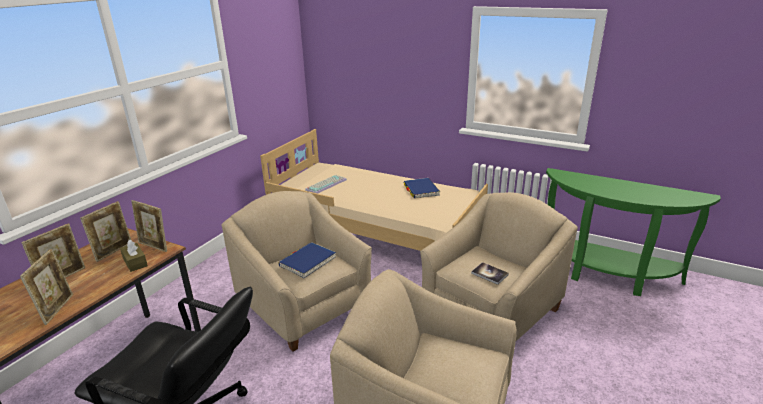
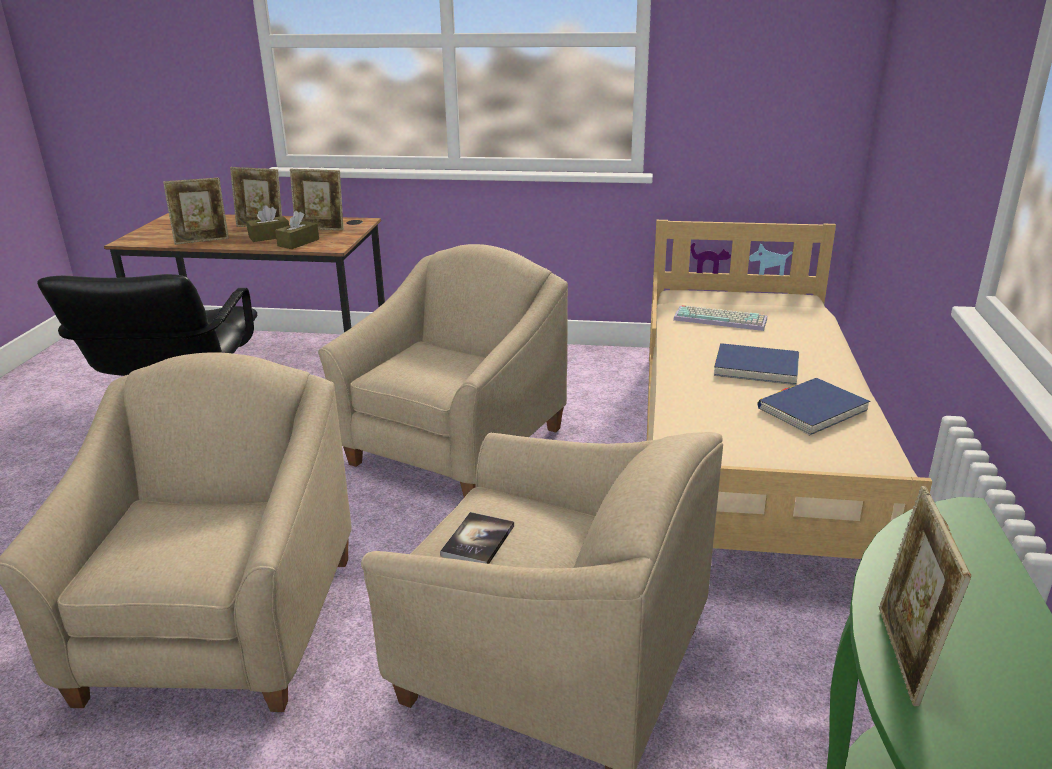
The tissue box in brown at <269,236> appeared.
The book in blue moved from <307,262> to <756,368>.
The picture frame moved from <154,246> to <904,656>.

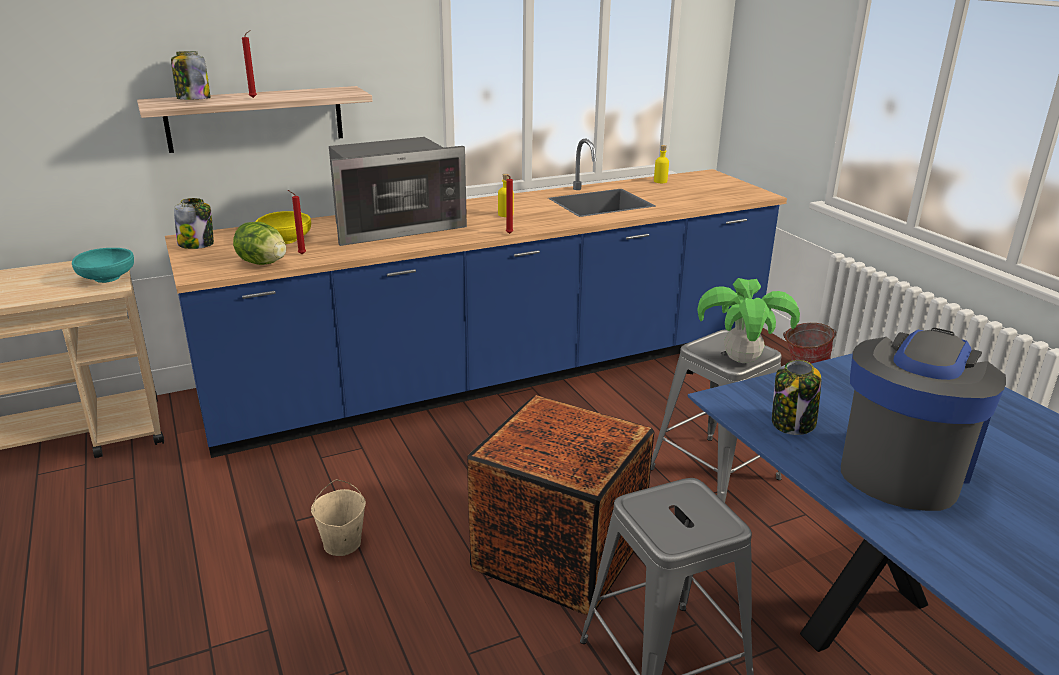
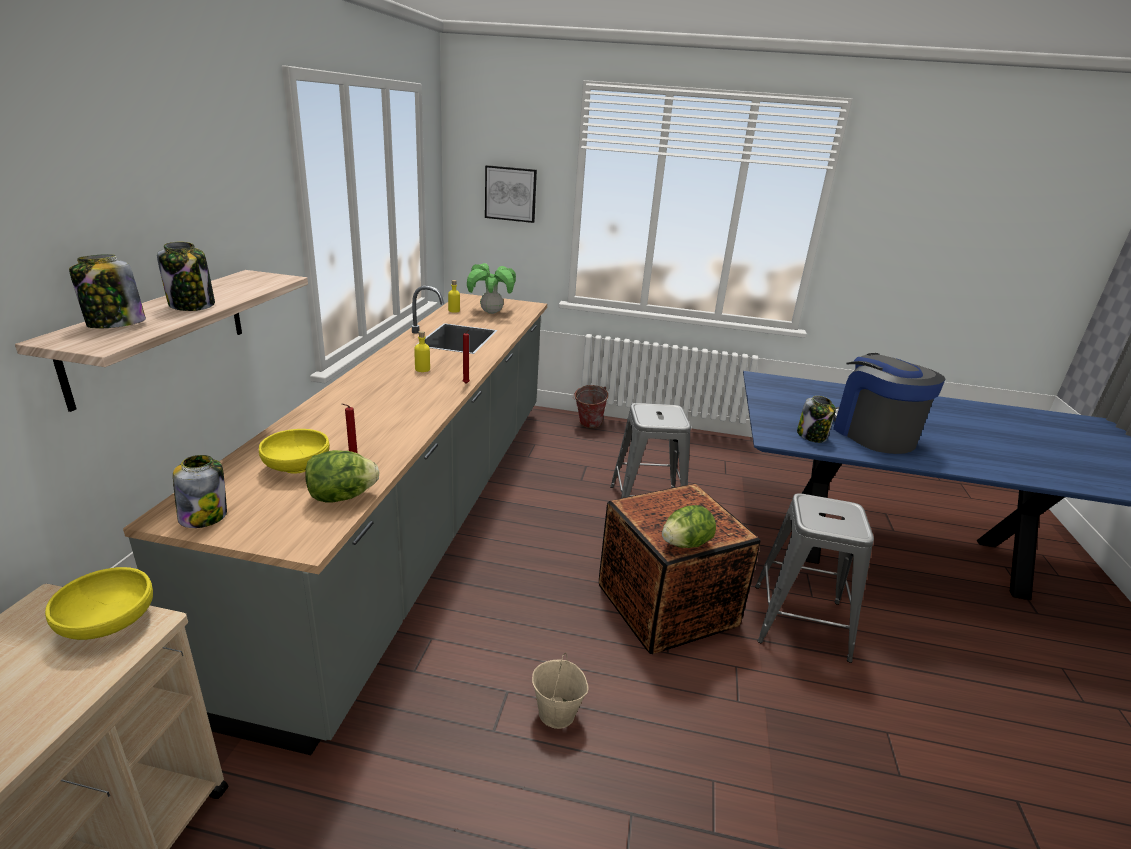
The bowl in turquoise at <107,278> became the bowl in yellow at <108,622>.
The counter in blue at <501,373> became the counter in grey at <424,515>.
The candle in red at <254,98> was replaced by the jar at <192,305>.
The potted plant moved from <742,360> to <491,312>.
The picture at <510,194> appeared.
The lettuce at <685,544> appeared.
The microwave at <394,226> disappeared.

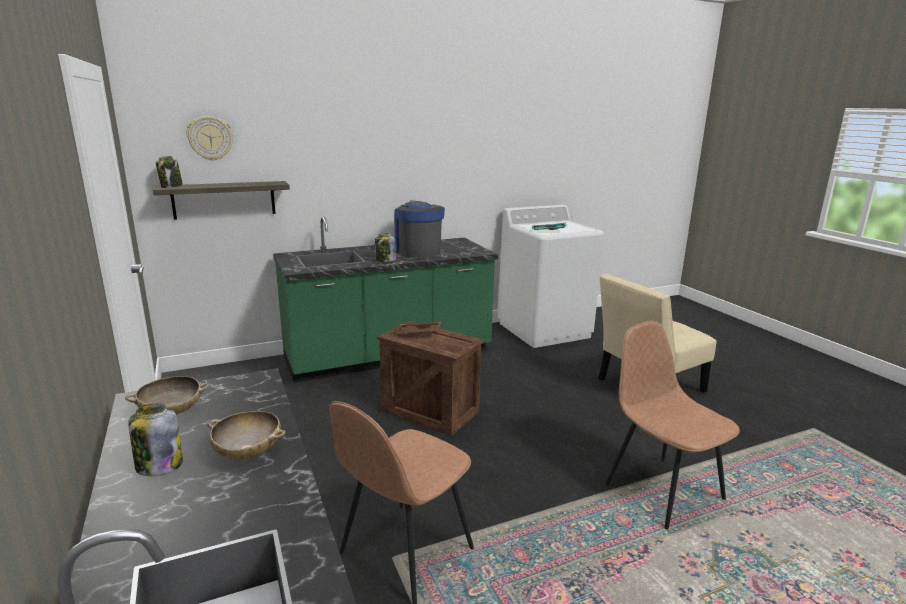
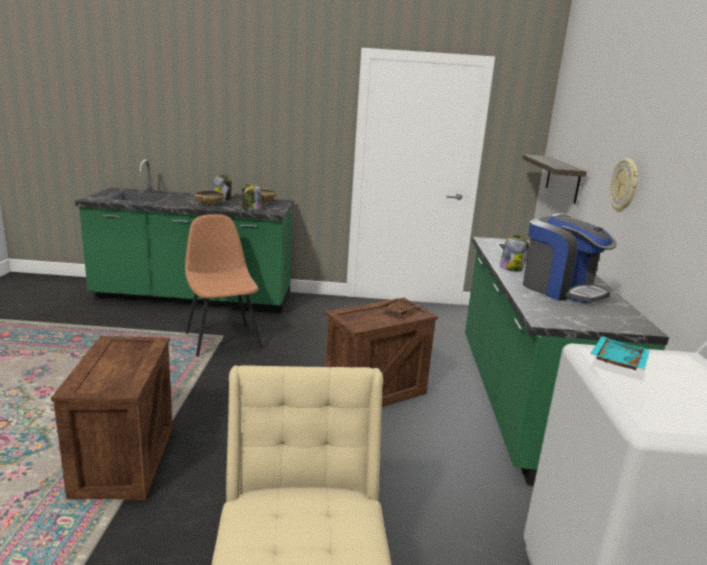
The chair in brown at <661,490> was replaced by the crate at <126,461>.
The jar moved from <171,186> to <251,209>.
The coffee machine at <418,251> turned 45 degrees clockwise.
The wall clock moved from <210,138> to <625,185>.

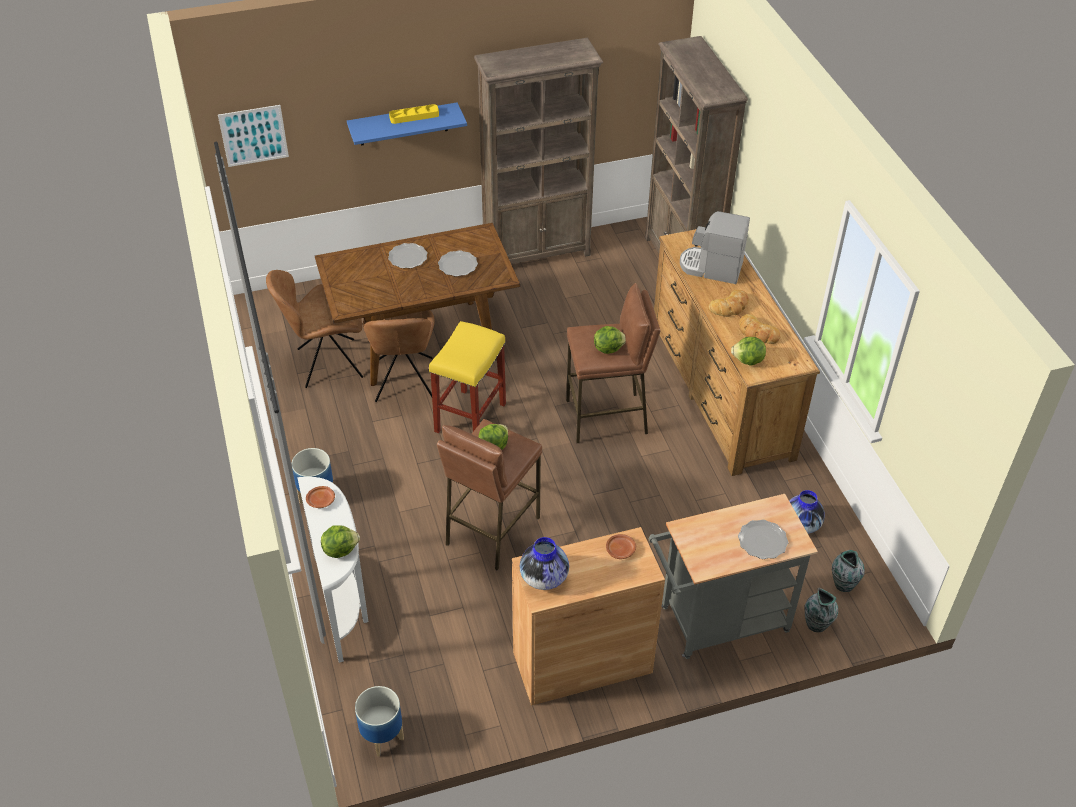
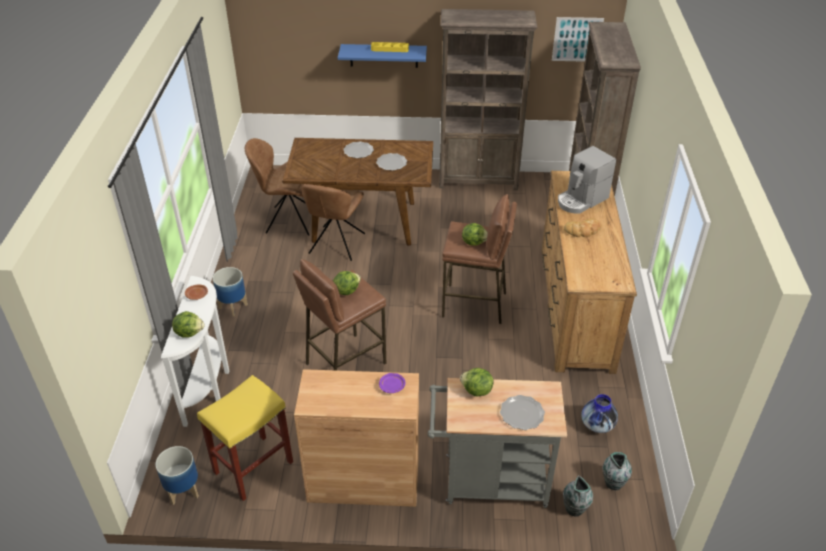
The stool in yellow moved from <470,418> to <253,468>.
The plate in brown at <620,549> became the plate in purple at <392,386>.
The lettuce moved from <748,361> to <476,391>.
The picture moved from <253,135> to <577,39>.
The coffee machine at <711,267> turned 75 degrees counterclockwise.
The vase at <544,577> disappeared.
The bread at <757,333> disappeared.

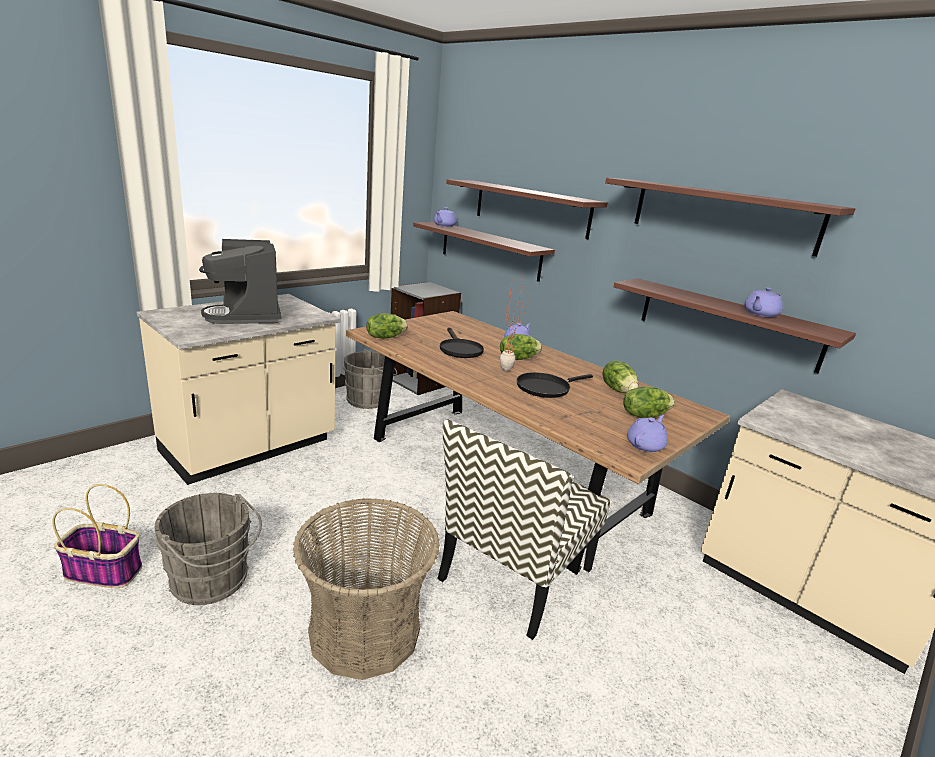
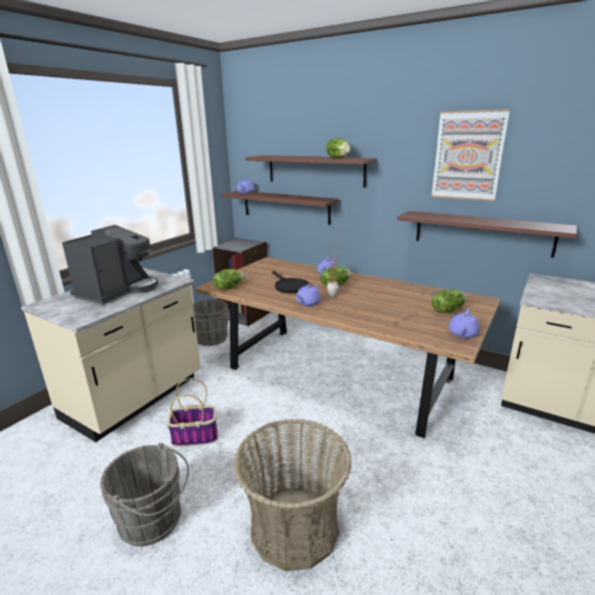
The coffee machine at <248,314> turned 120 degrees counterclockwise.
The basket moved from <105,571> to <196,436>.
The teapot in purple moved from <760,314> to <307,303>.
The lettuce moved from <618,390> to <338,158>.
The shelf at <722,215> was replaced by the picture at <468,156>.
The chair at <515,576> disappeared.
The frying pan in black at <546,388> disappeared.

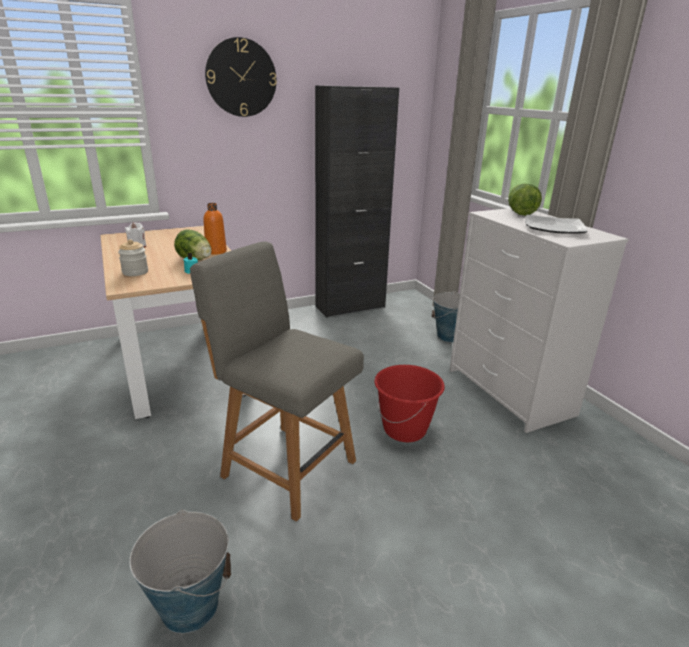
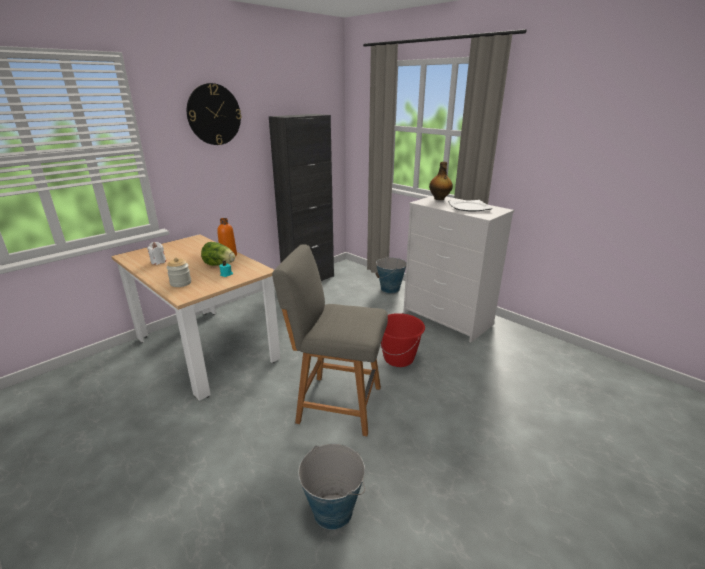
The lettuce at <520,212> was replaced by the bottle at <439,199>.

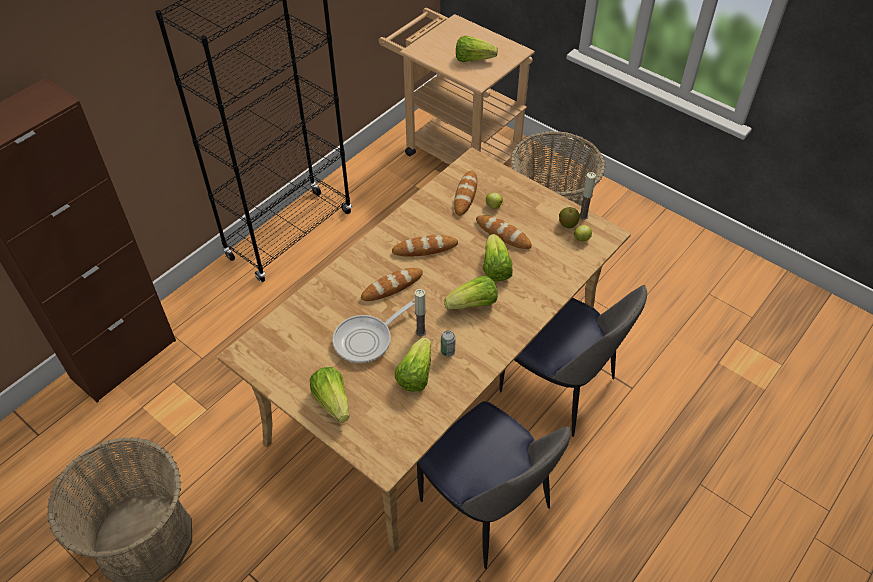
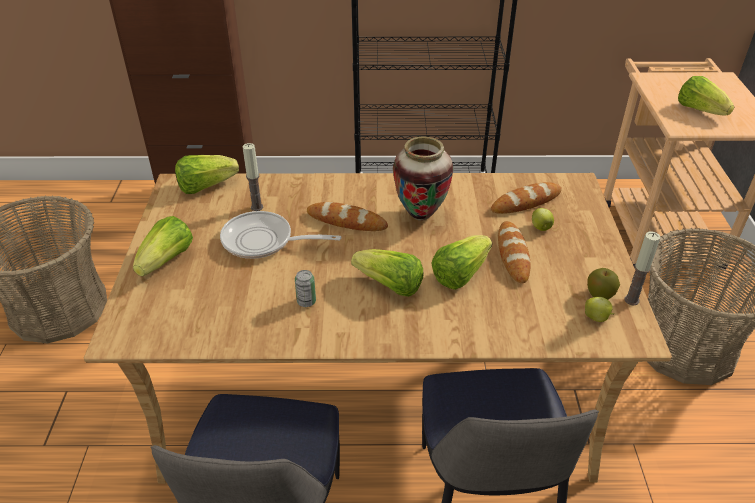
The lettuce moved from <415,374> to <206,186>.
The candle moved from <420,332> to <257,207>.
The bread at <425,248> was replaced by the vase at <420,215>.

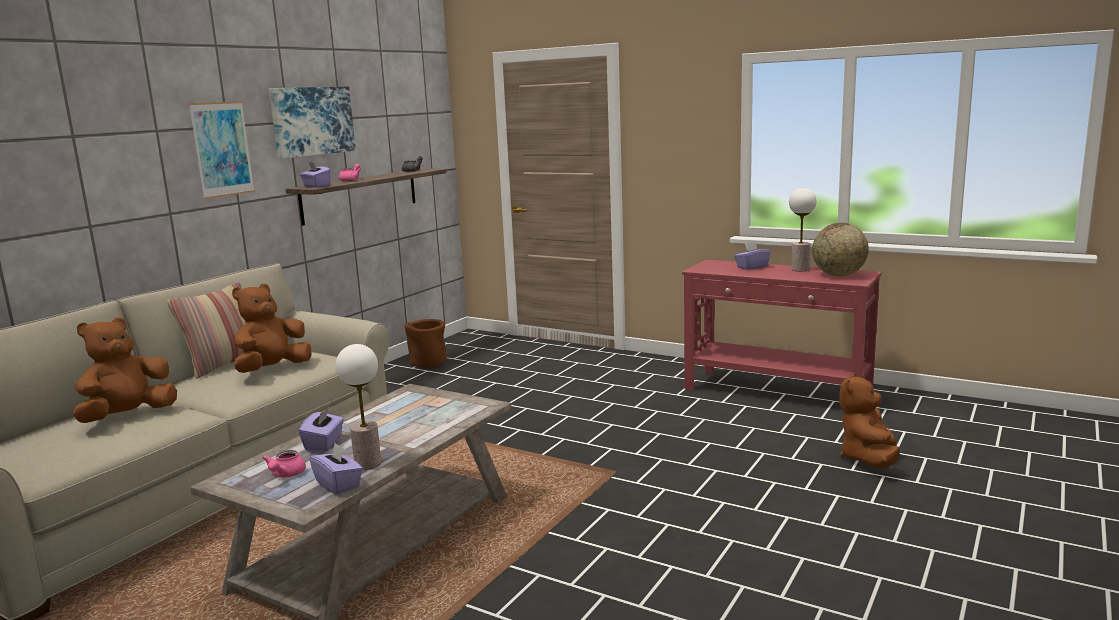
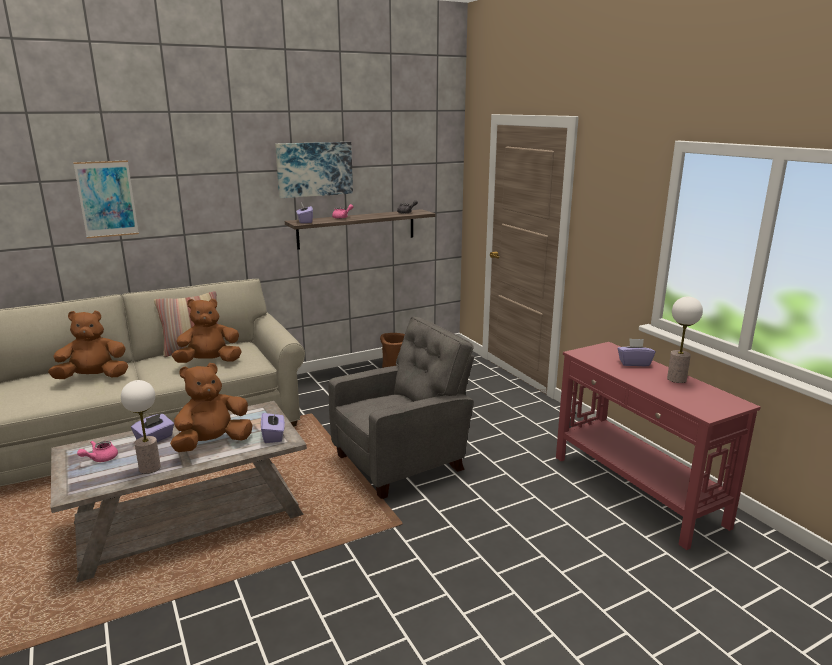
The picture moved from <222,149> to <107,199>.
The plush toy in brown moved from <868,459> to <213,444>.
The tissue box in purple moved from <338,484> to <274,436>.
The armchair in grey at <402,462> appeared.
The globe at <839,275> disappeared.

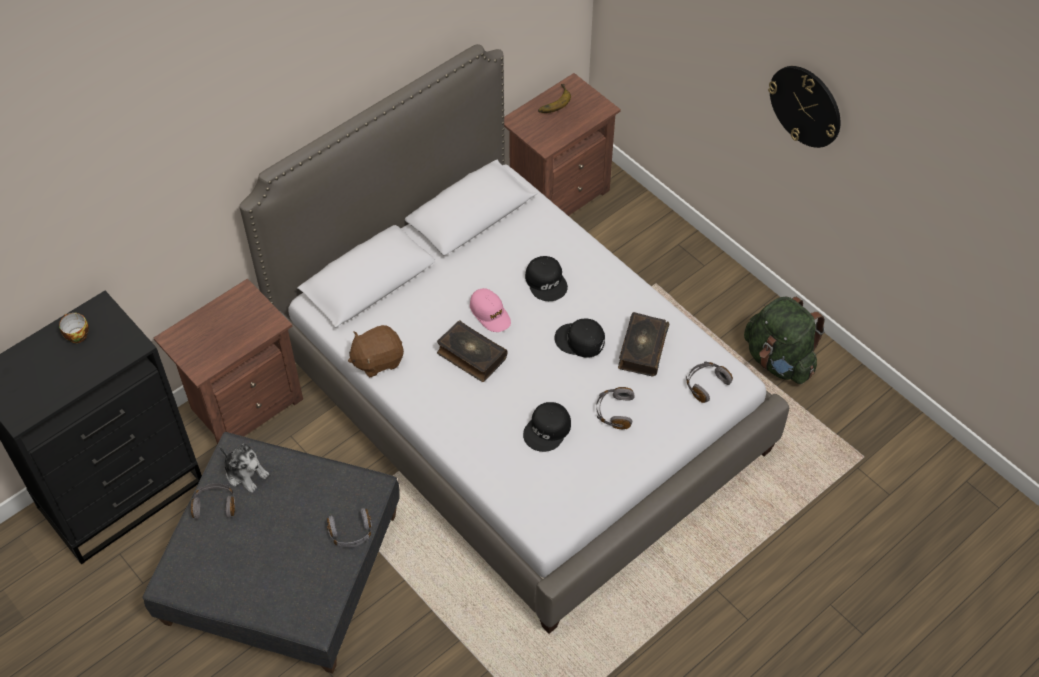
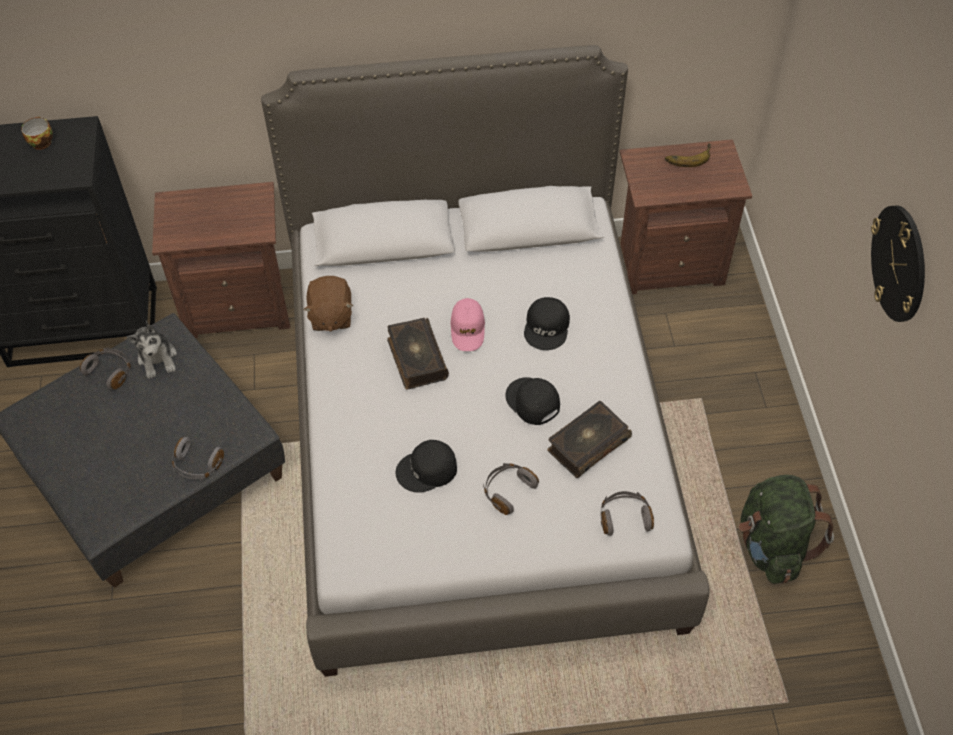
The plush toy in brown at <377,360> turned 105 degrees counterclockwise.

